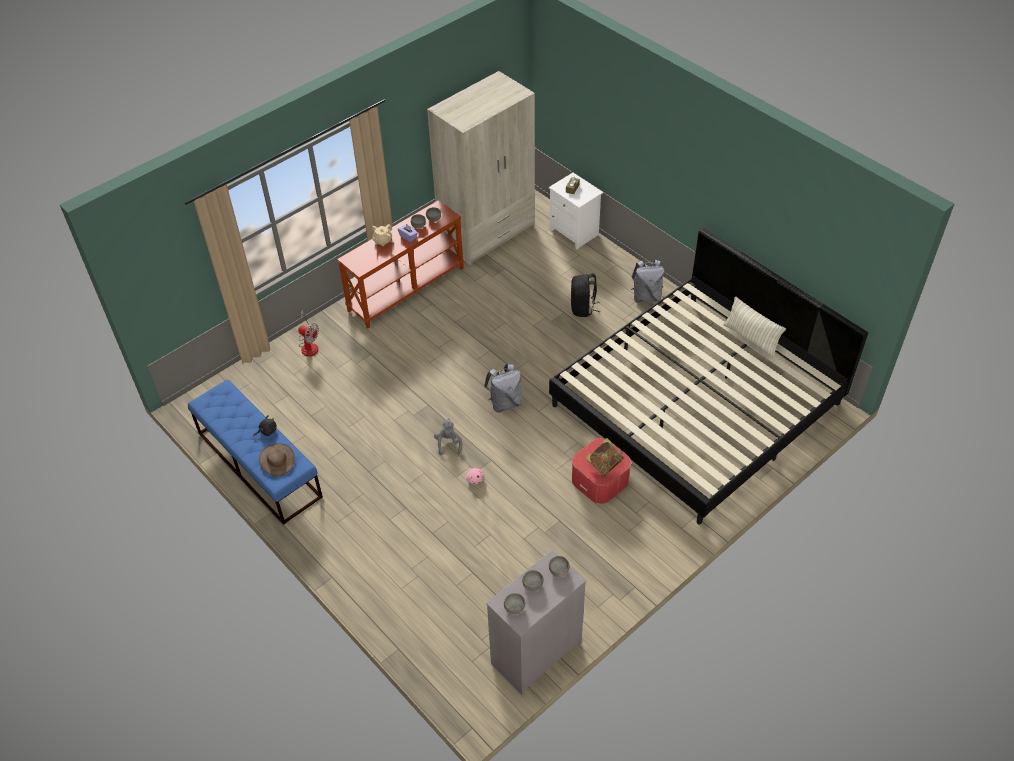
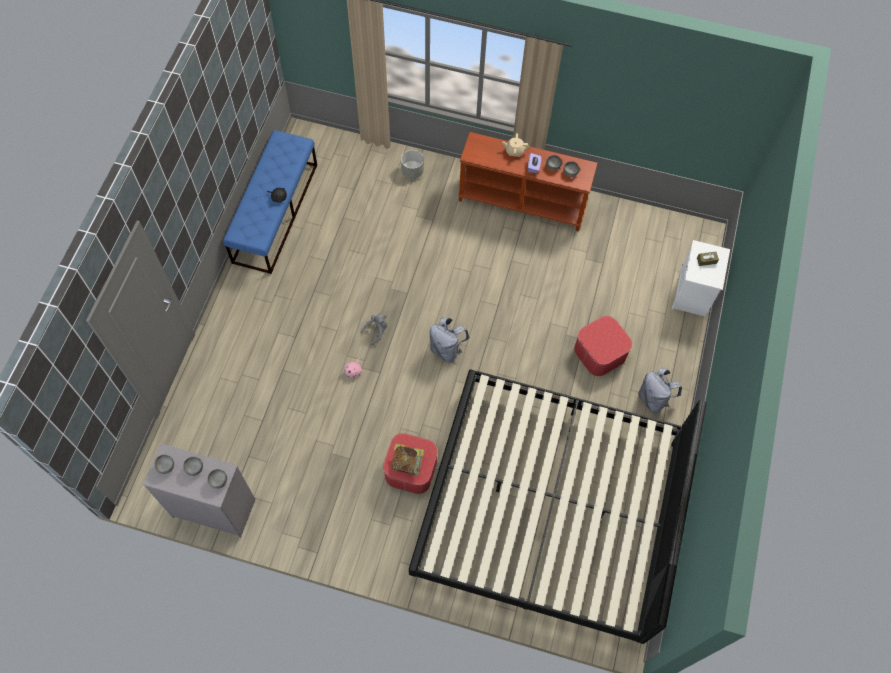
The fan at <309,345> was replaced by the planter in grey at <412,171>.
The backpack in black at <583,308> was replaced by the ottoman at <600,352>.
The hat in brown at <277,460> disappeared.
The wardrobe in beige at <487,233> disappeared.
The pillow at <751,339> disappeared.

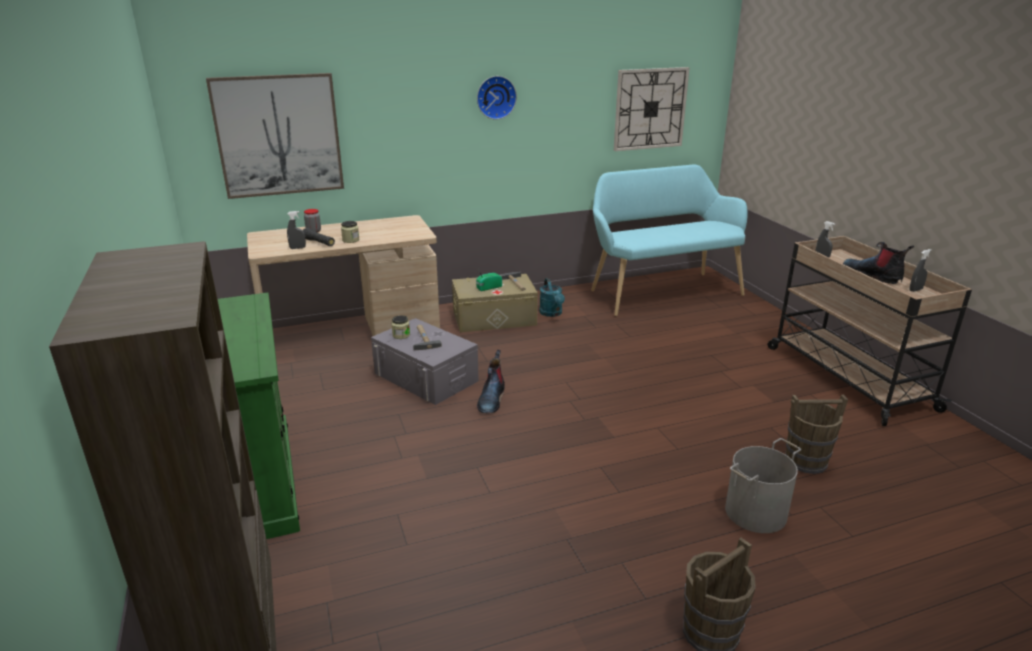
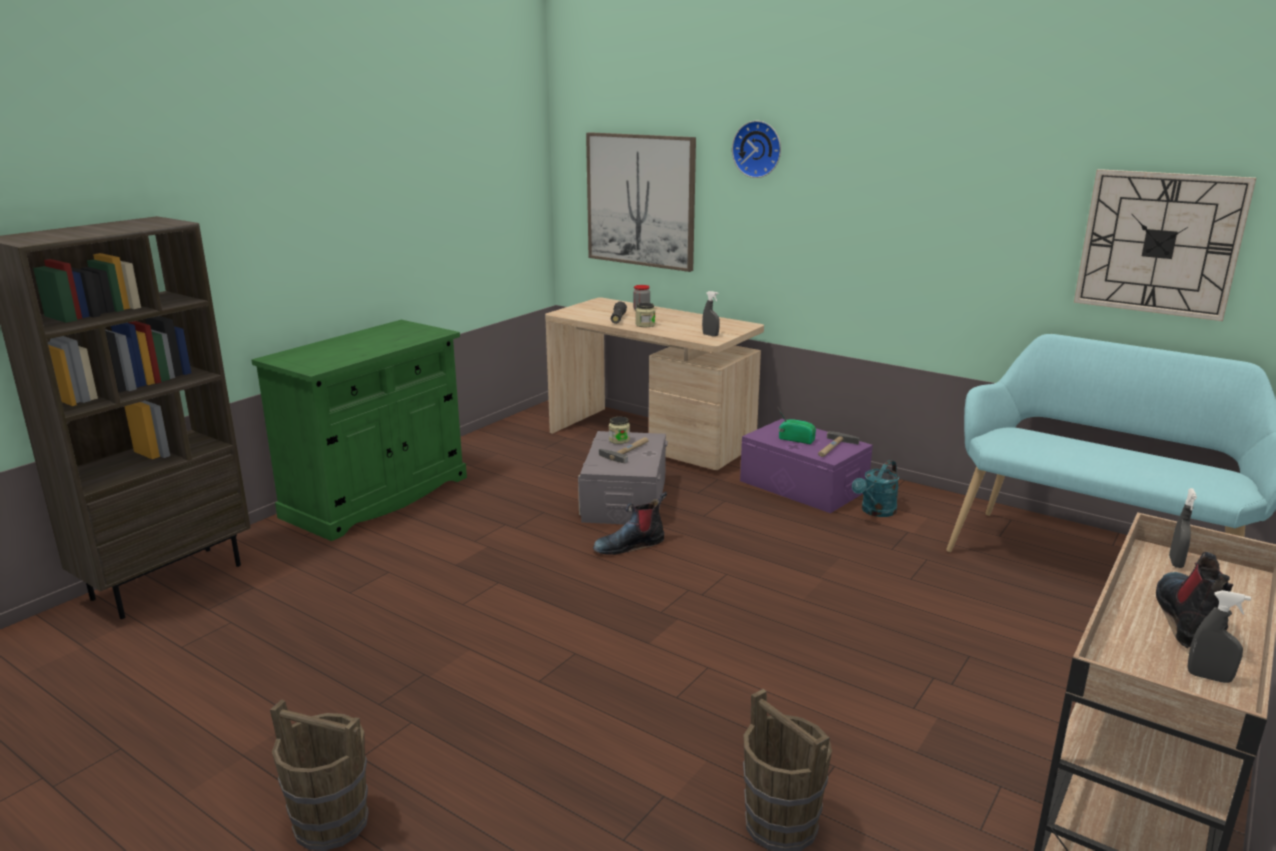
The spray bottle in grey moved from <297,248> to <710,335>.
The wall clock moved from <495,97> to <758,149>.
The storage box in beige at <494,318> became the storage box in purple at <803,485>.
The bucket in grey at <756,512> disappeared.

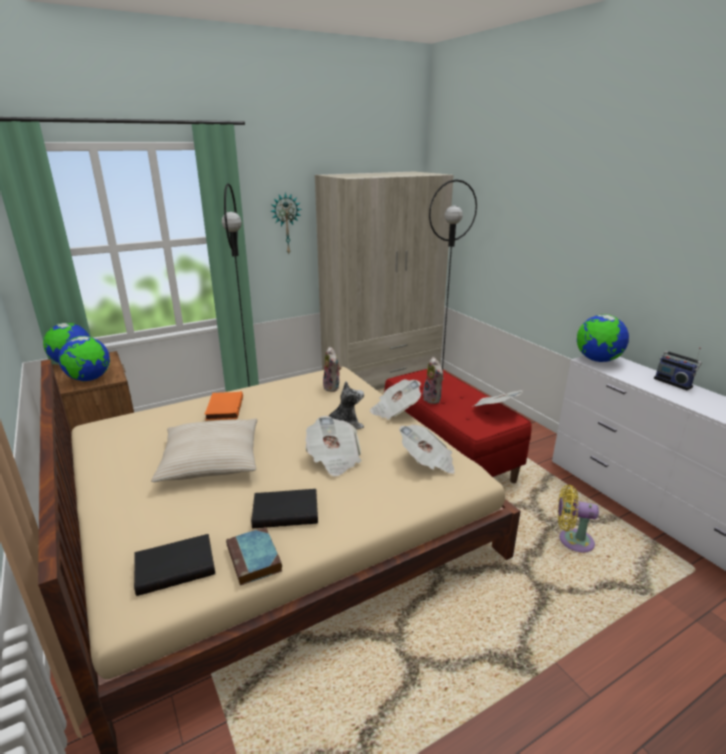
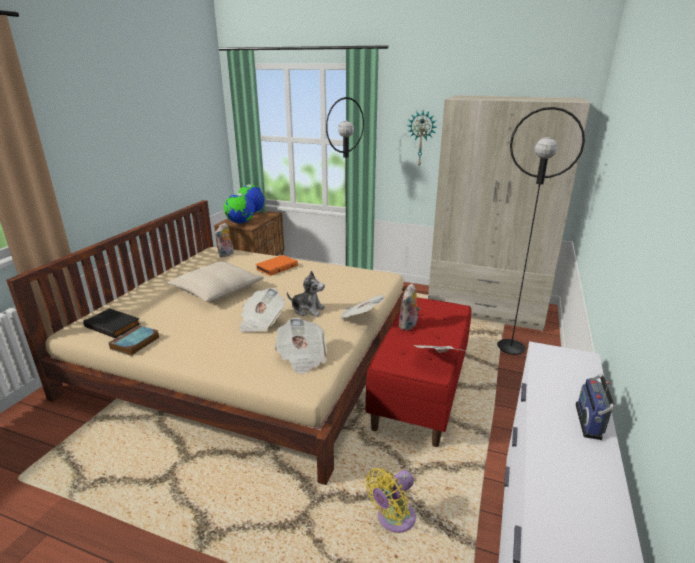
The plush toy moved from <333,387> to <226,255>.
The fan in yellow at <572,540> turned 105 degrees counterclockwise.
The book in black at <286,510> disappeared.
The globe at <597,360> disappeared.

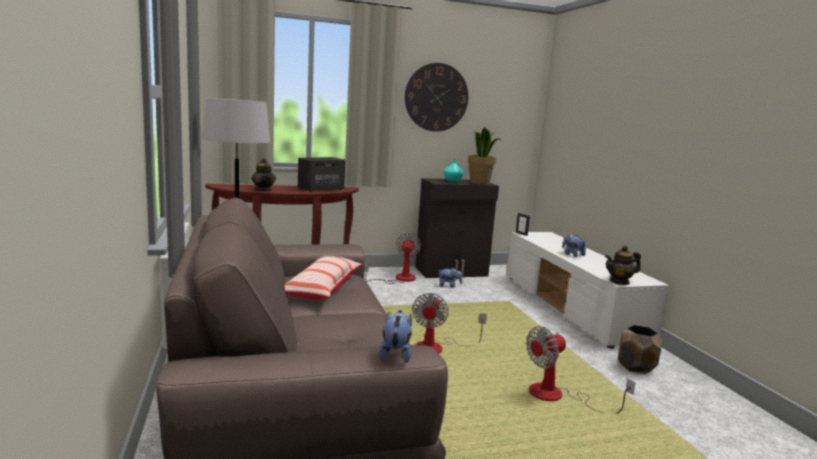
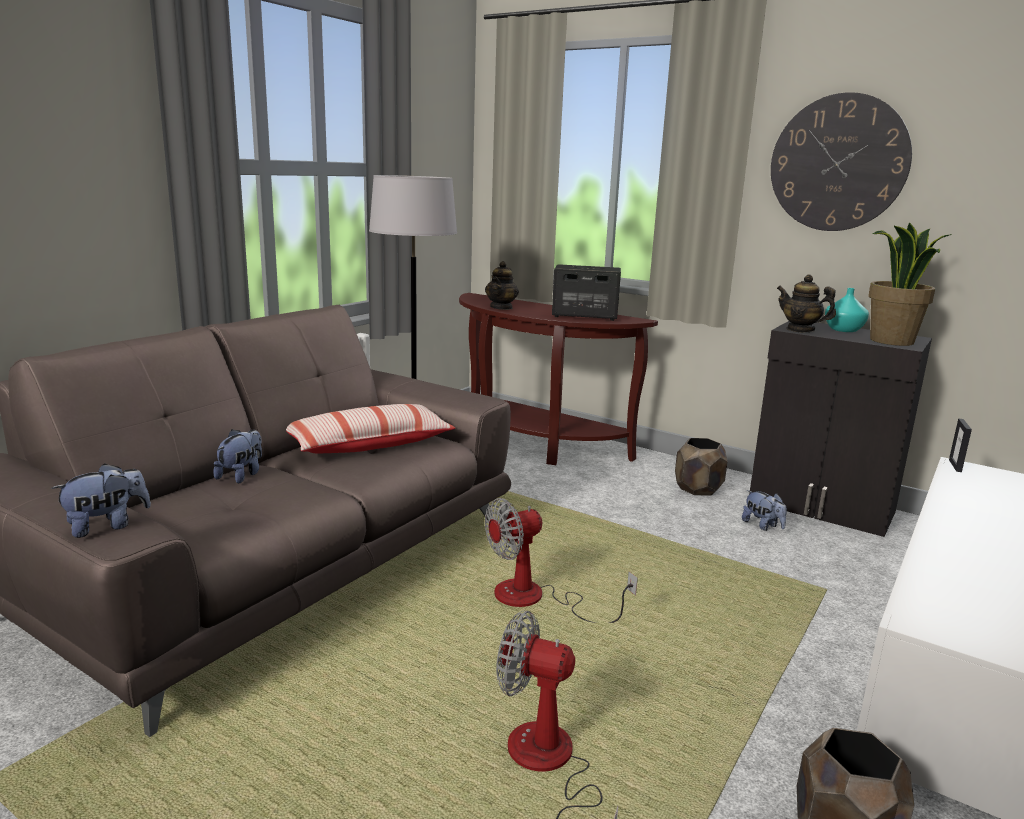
The plush toy moved from <572,254> to <241,475>.
The fan at <398,279> was replaced by the planter in brown at <697,488>.
The teapot moved from <619,282> to <800,330>.

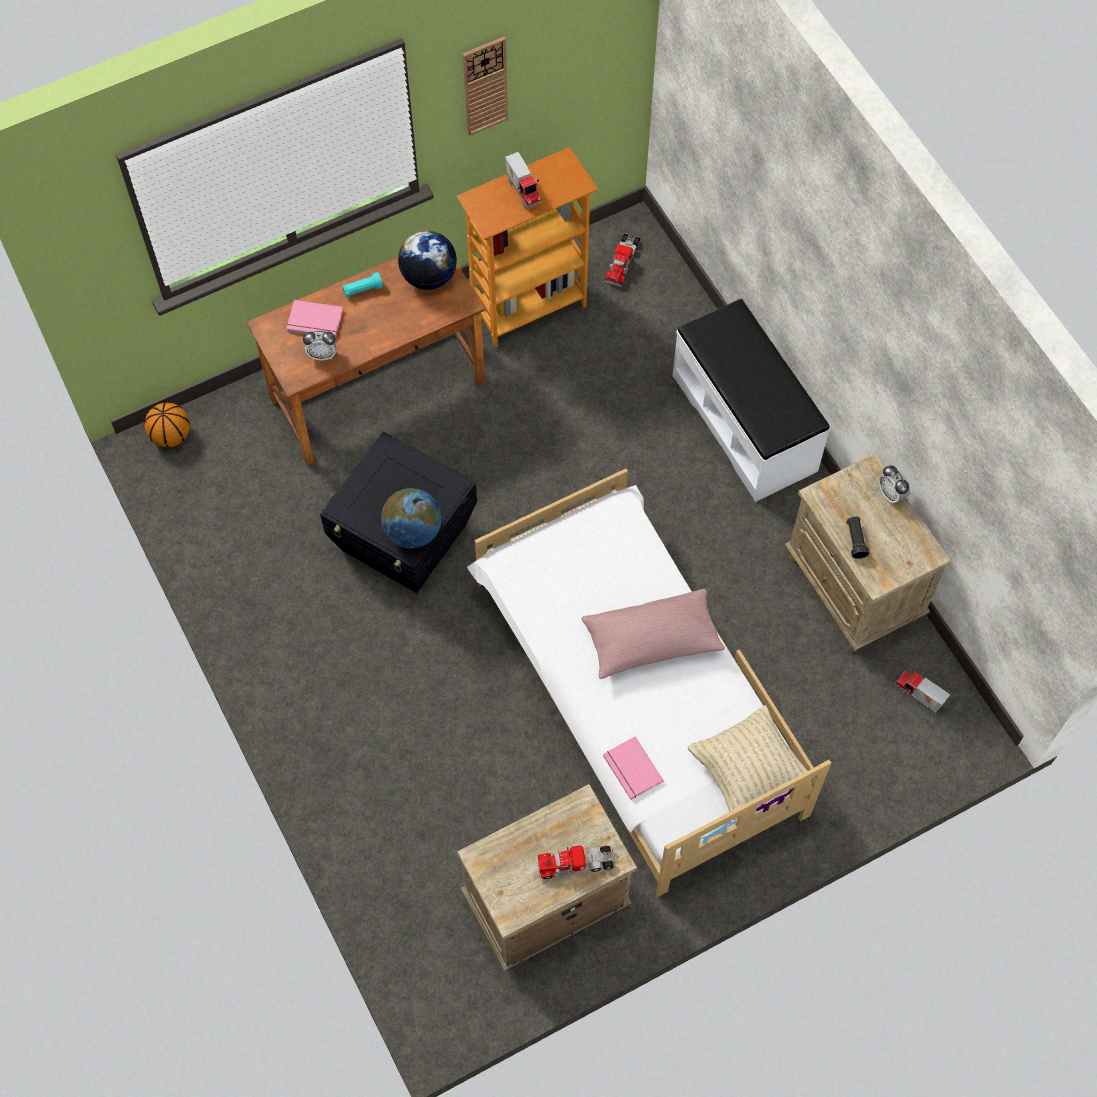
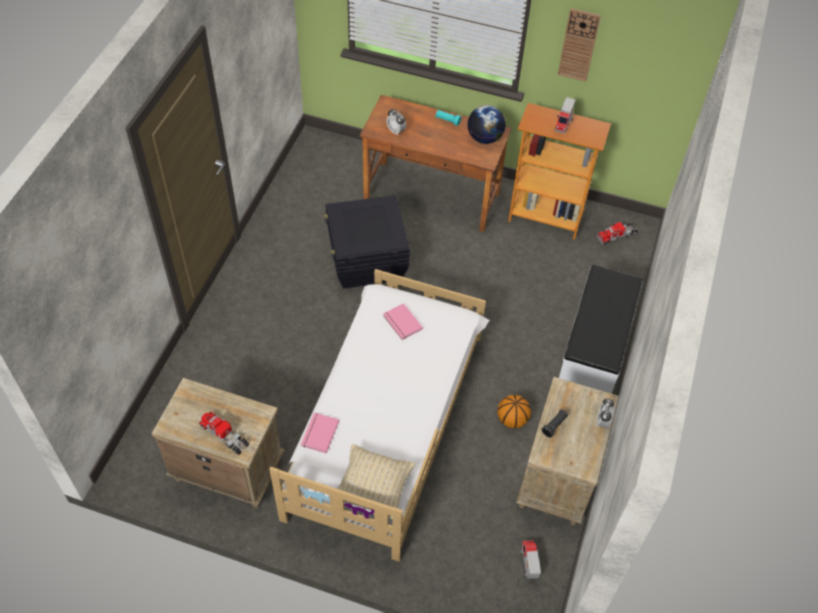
The book in pink moved from <315,322> to <401,323>.
The basketball moved from <170,436> to <511,419>.
The globe at <413,531> disappeared.
The pillow in pink at <652,641> disappeared.

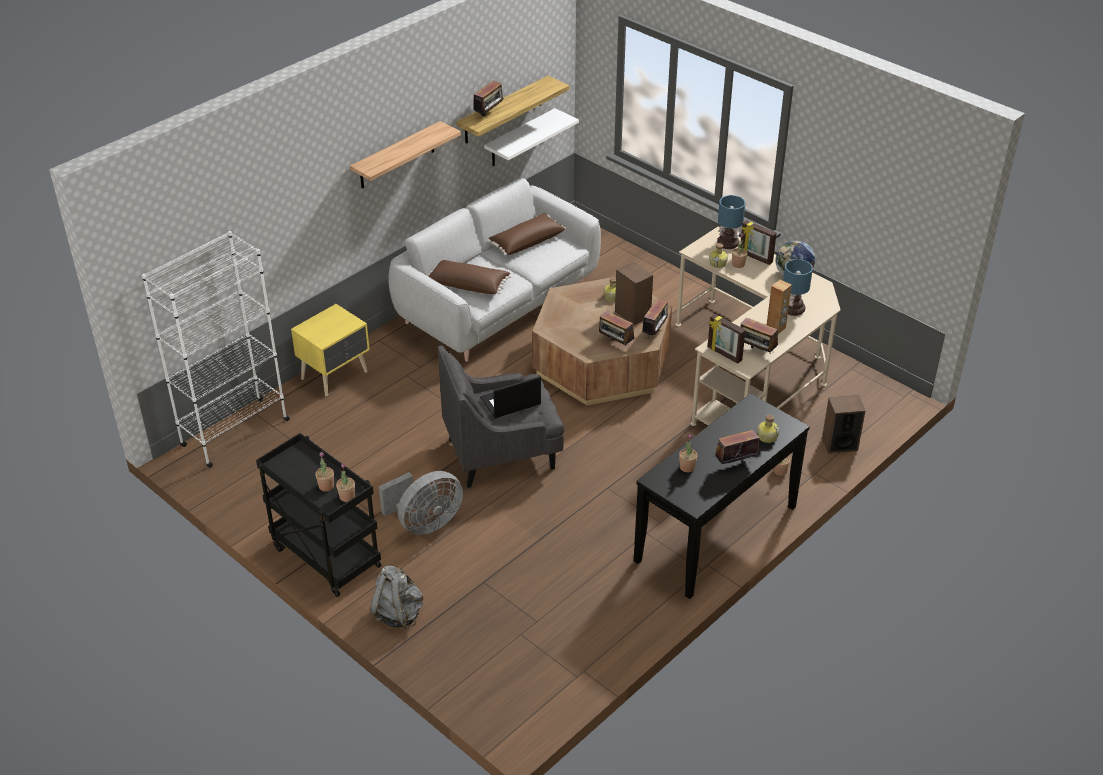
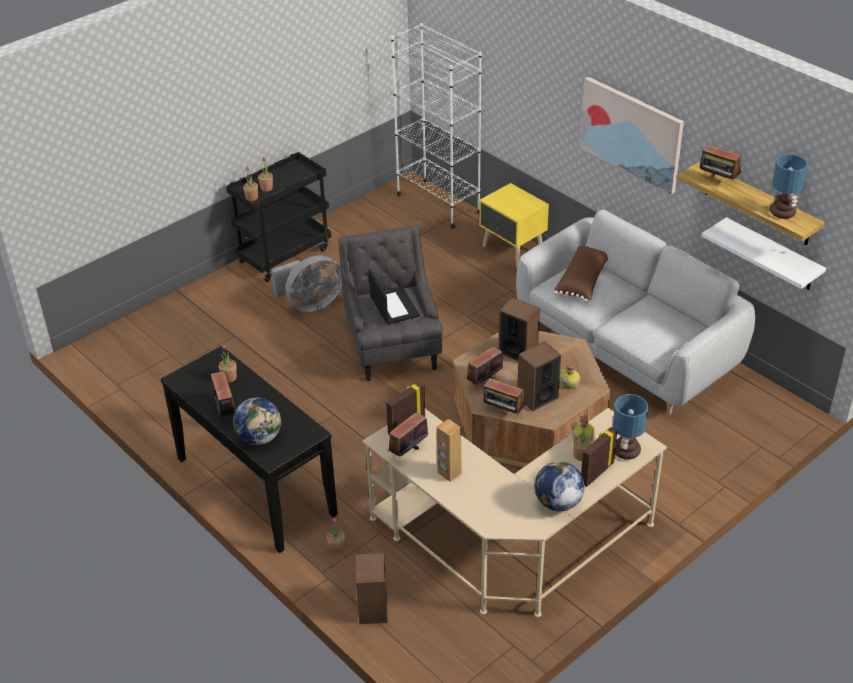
The bottle at <766,436> was replaced by the globe at <260,437>.
The fan in grey at <425,523> turned 90 degrees counterclockwise.
The speaker at <518,352> appeared.
The shelf at <397,156> was replaced by the picture at <631,133>.
The table lamp moved from <793,310> to <781,212>.
The backpack in grey at <398,614> disappeared.
The pillow in brown at <526,242> disappeared.

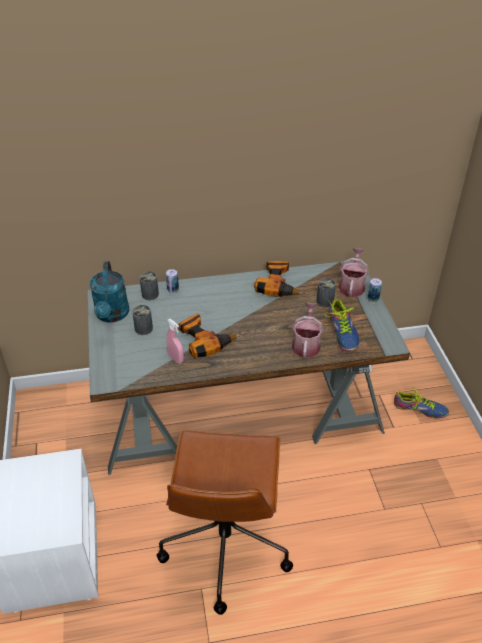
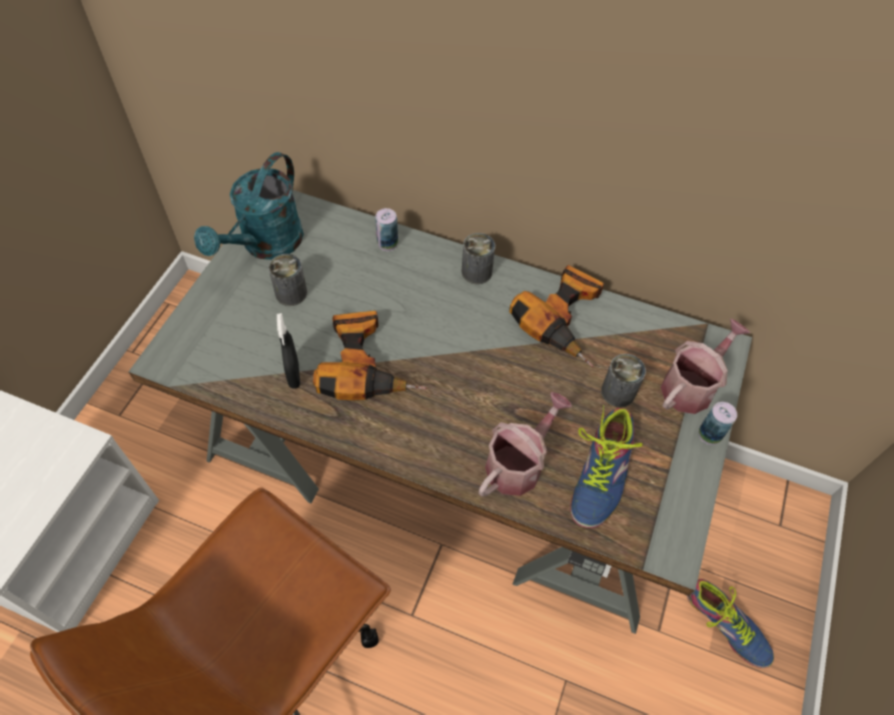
The spray bottle in pink at <176,359> became the spray bottle in black at <294,375>.
The can moved from <150,294> to <476,272>.

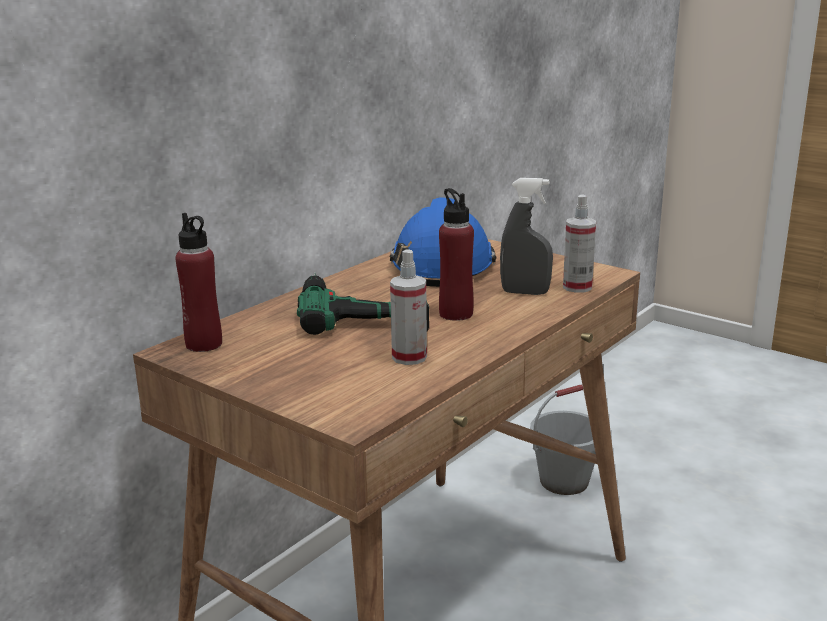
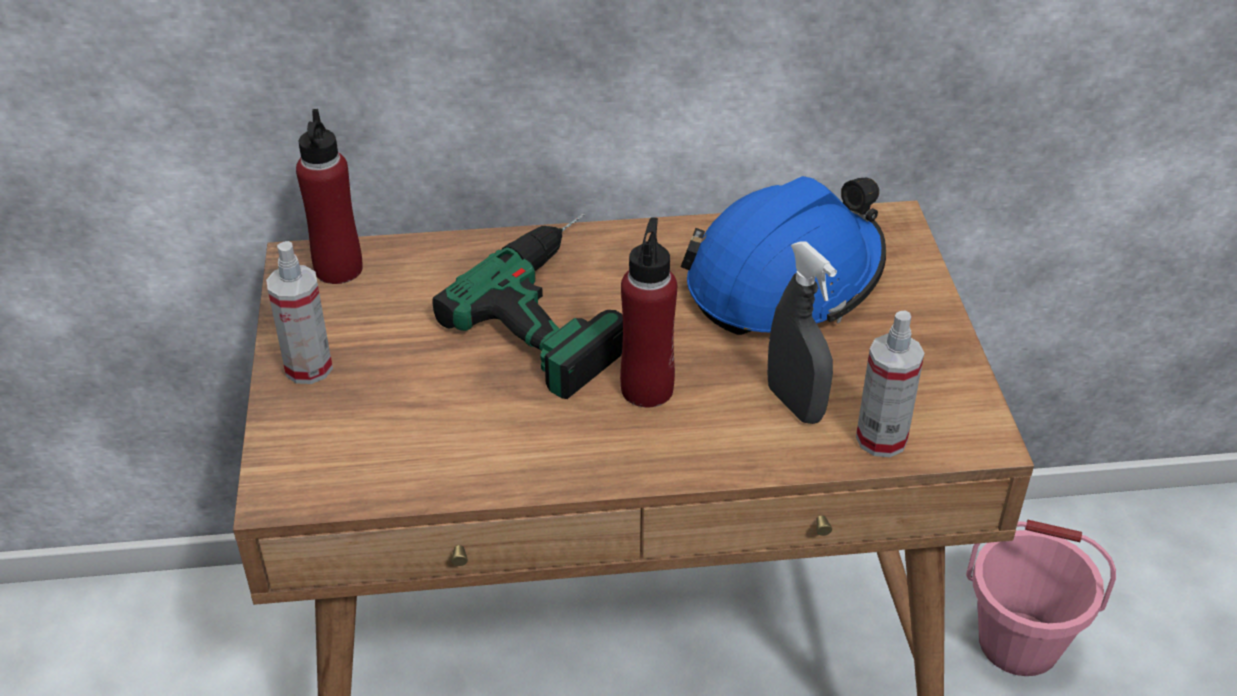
The spray bottle moved from <409,357> to <308,367>.
The bucket in grey at <564,481> became the bucket in pink at <1019,642>.

